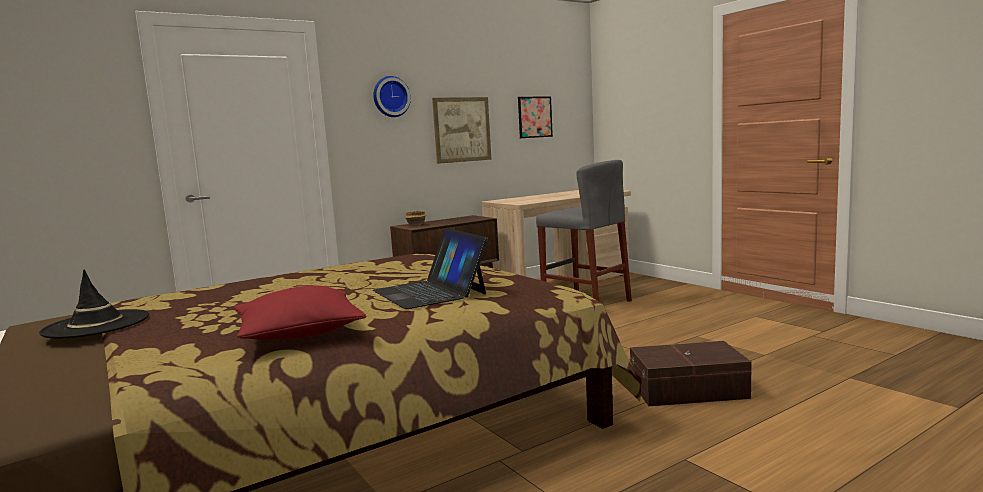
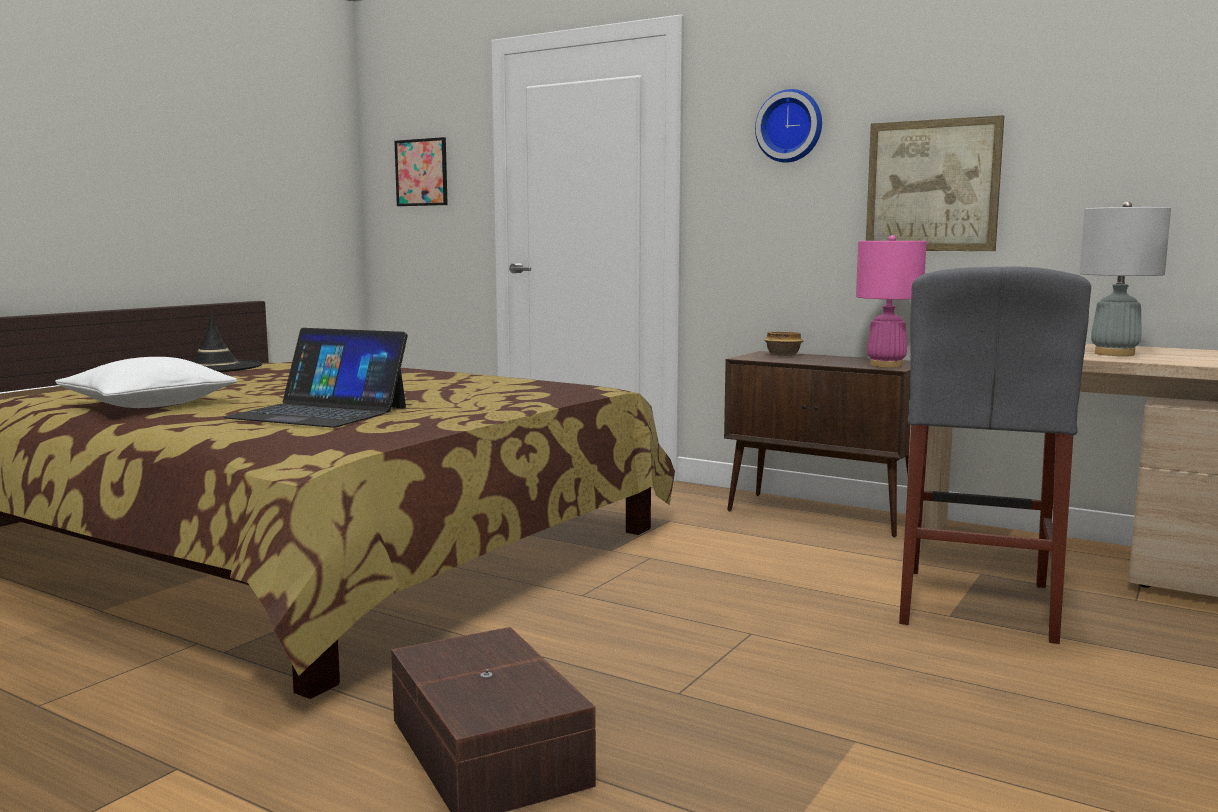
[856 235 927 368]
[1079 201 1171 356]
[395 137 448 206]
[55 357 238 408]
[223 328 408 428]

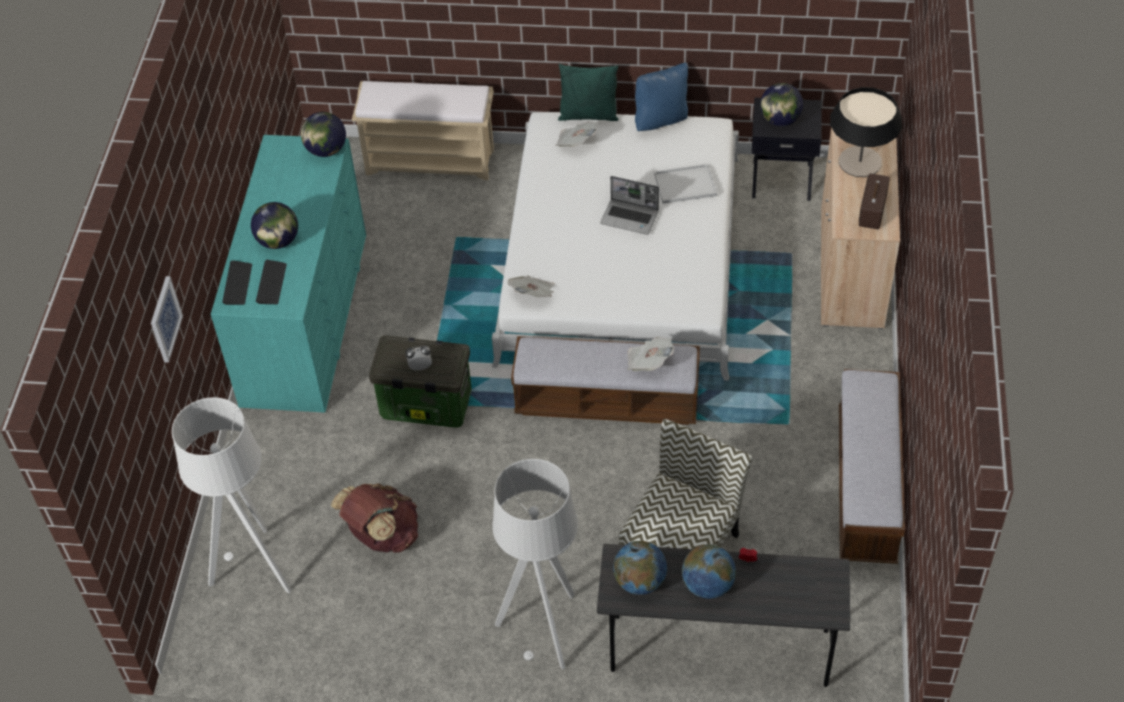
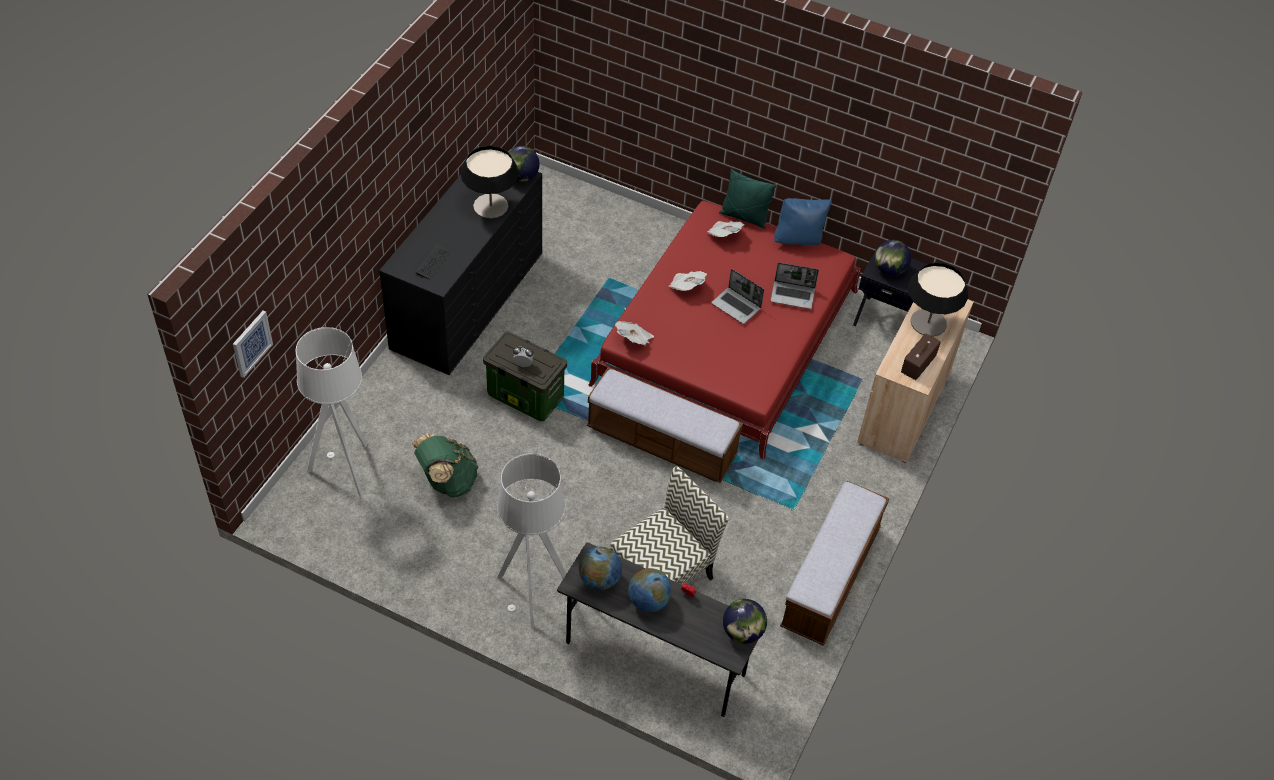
[222 260 252 305] (first image)
[352 81 494 180] (first image)
[460 146 519 219]
[233 310 273 378]
[723 599 767 644]
[668 271 707 291]
[770 262 819 309]
[379 172 542 375]
[412 434 479 498]
[588 201 861 460]

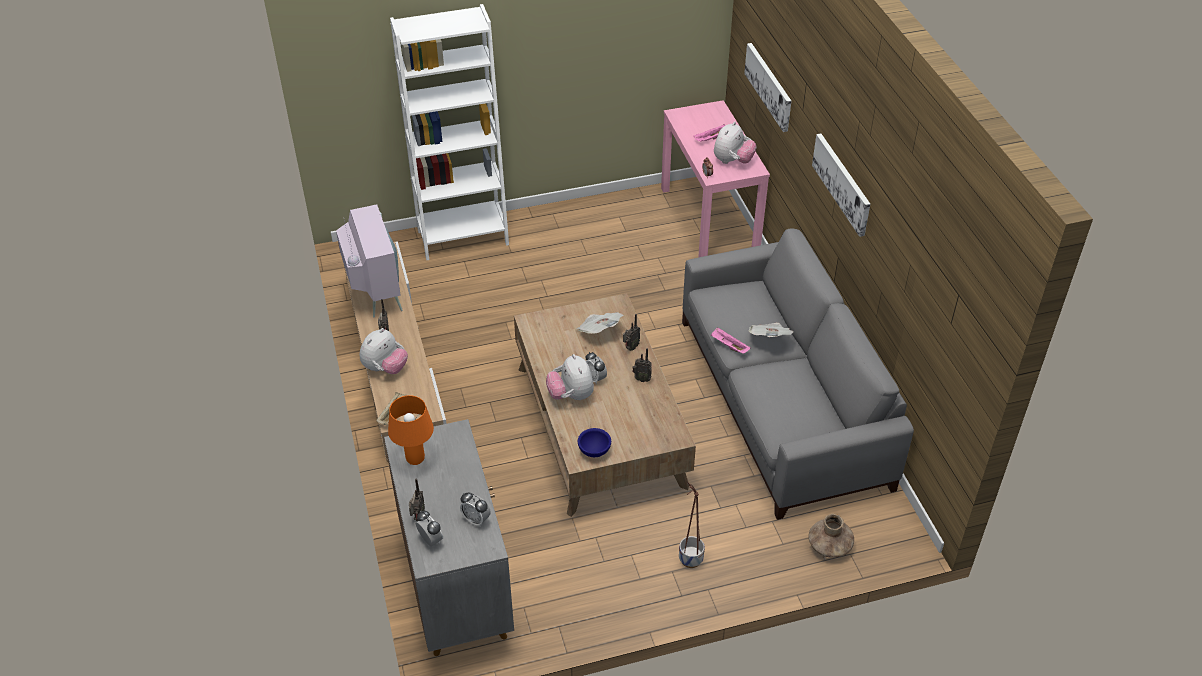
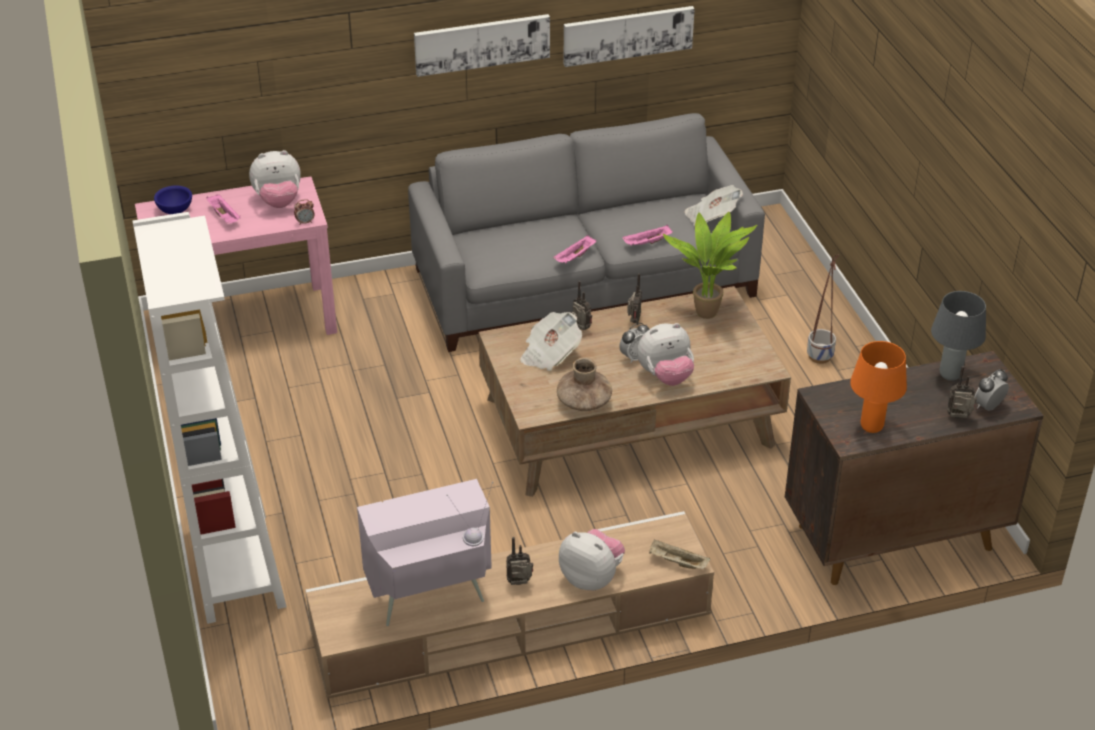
[622 225 673 246]
[663 212 757 319]
[154 186 192 214]
[564 6 695 67]
[684 185 743 226]
[557 357 612 411]
[931 291 986 381]
[785 351 1044 585]
[249 150 301 208]

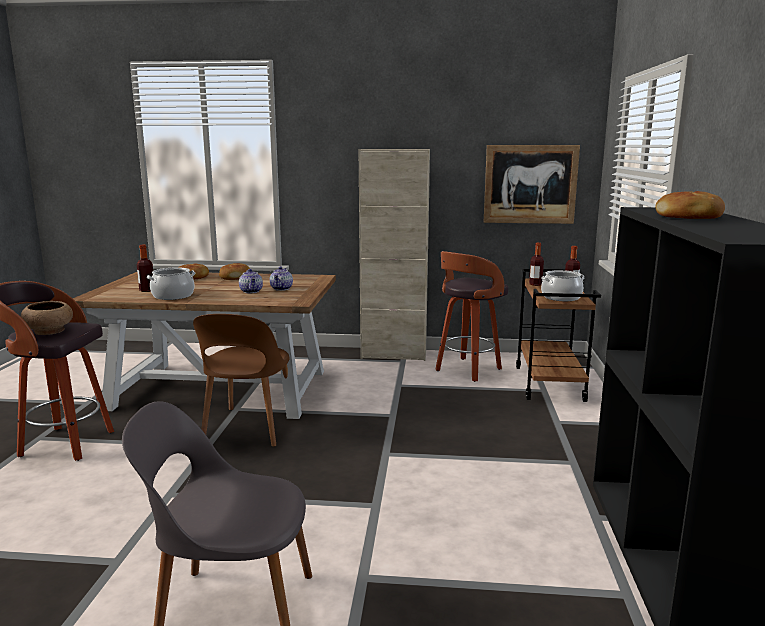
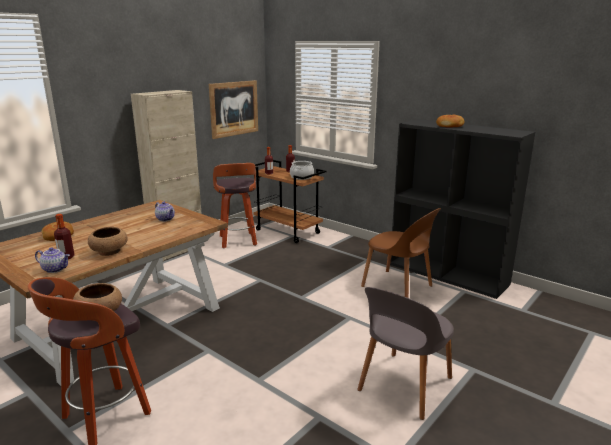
[219 263 250 280] (first image)
[361 208 441 298]
[35 247 70 273]
[88 227 127 256]

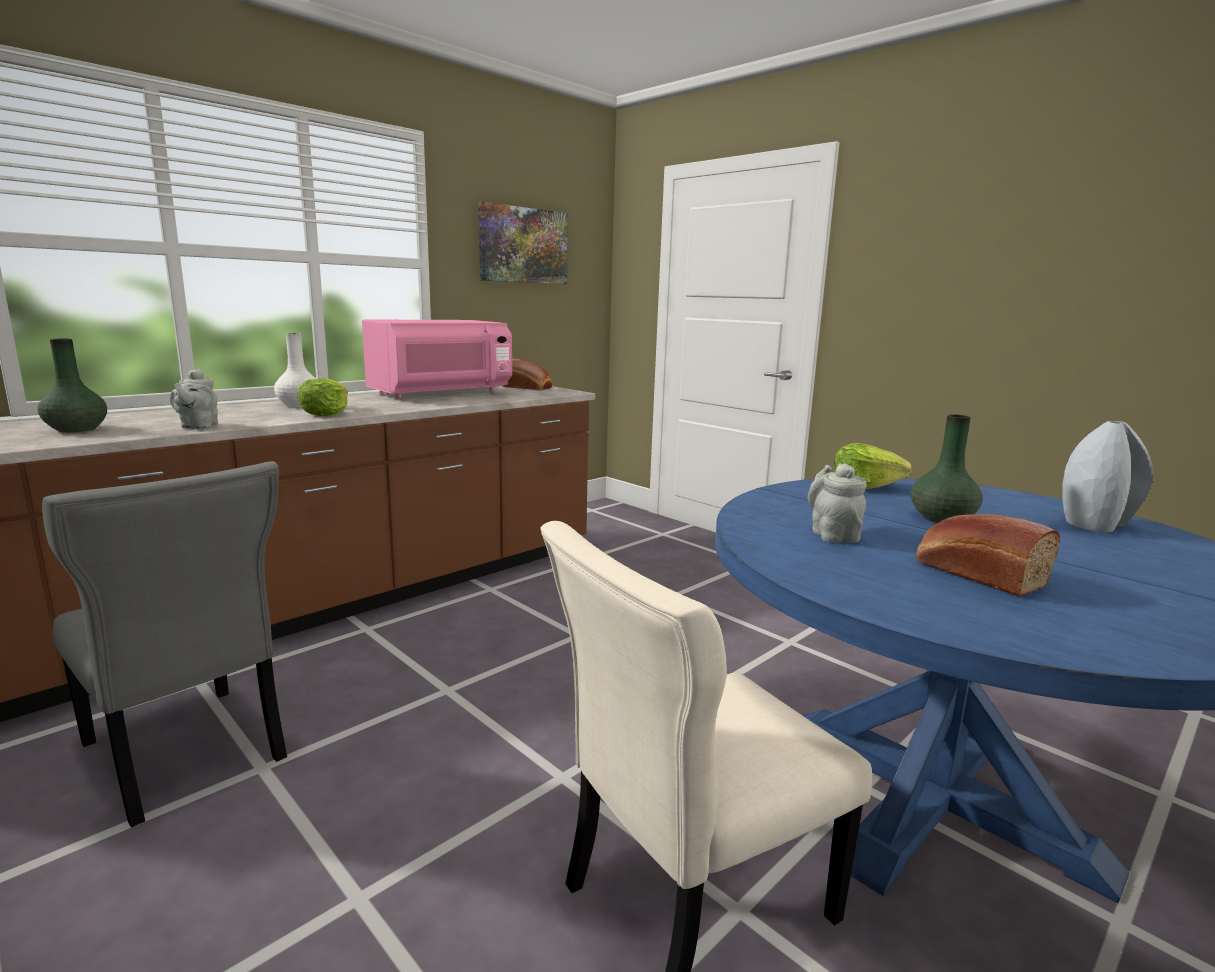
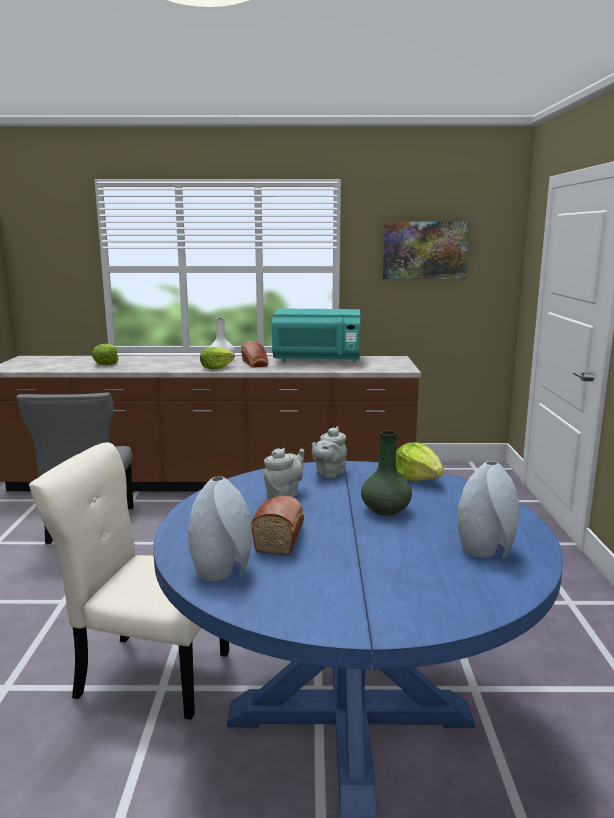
[188 476 252 581]
[312 426 347 479]
[241 341 268 368]
[92 344 119 365]
[272 308 361 362]

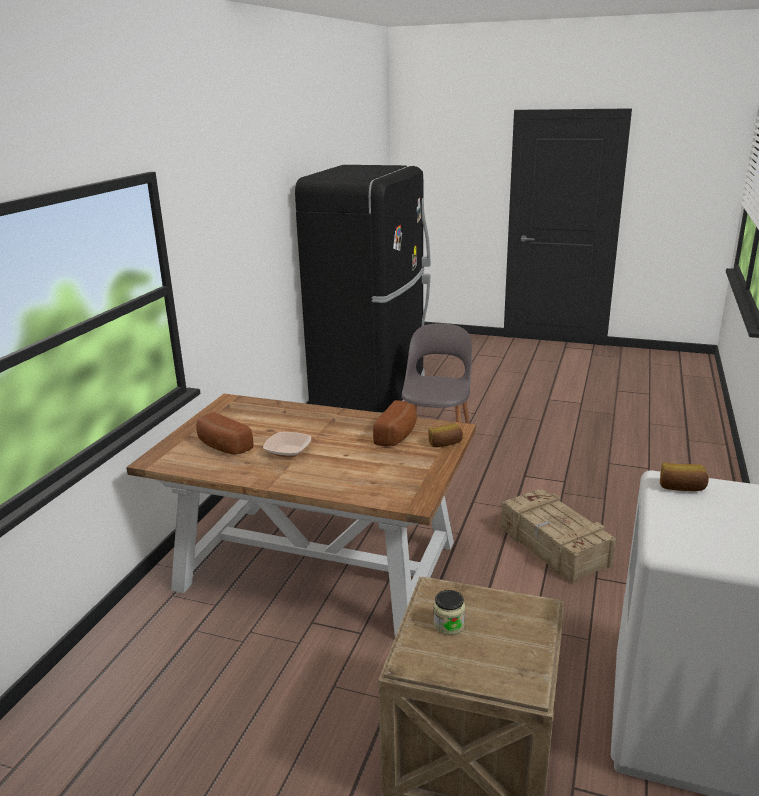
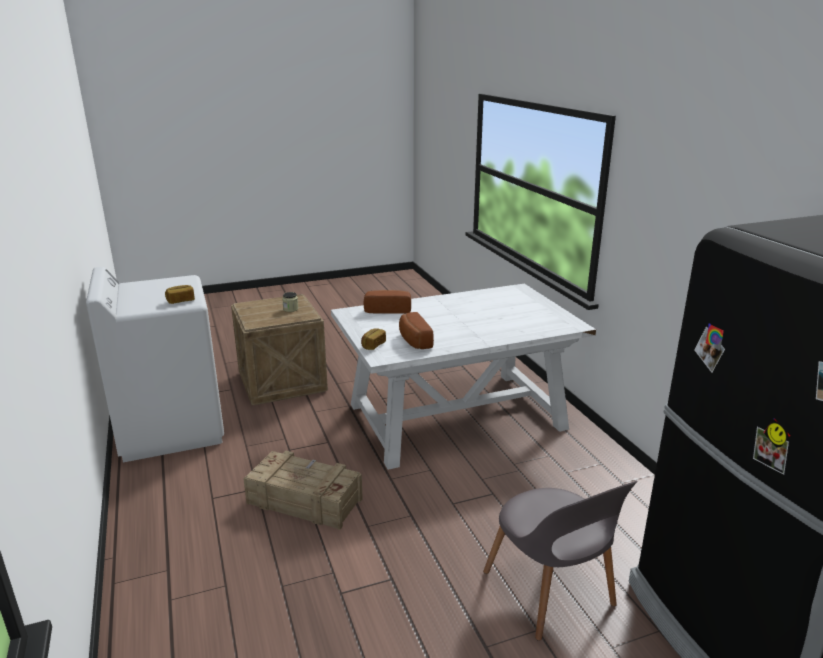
[263 432 311 458] (first image)
[364 290 411 314]
[331 284 596 470]

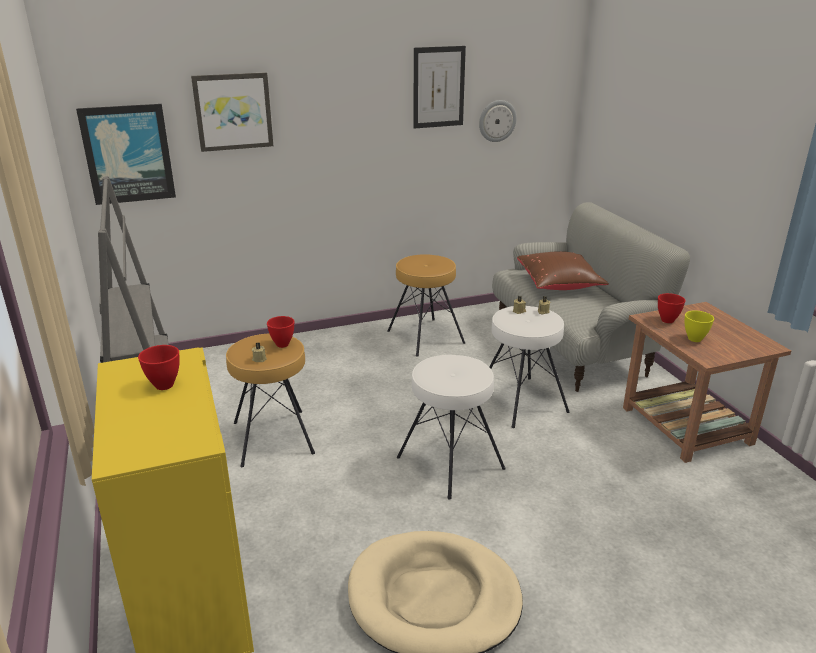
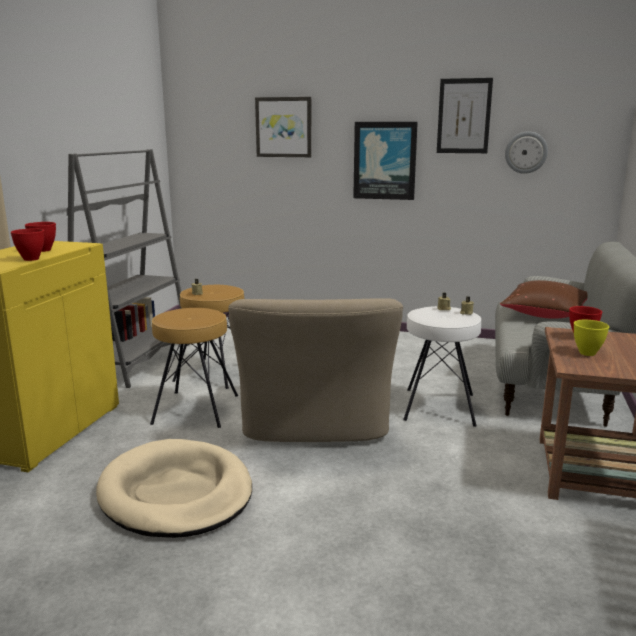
[353 122 418 200]
[11 228 44 261]
[150 308 238 428]
[228 298 403 442]

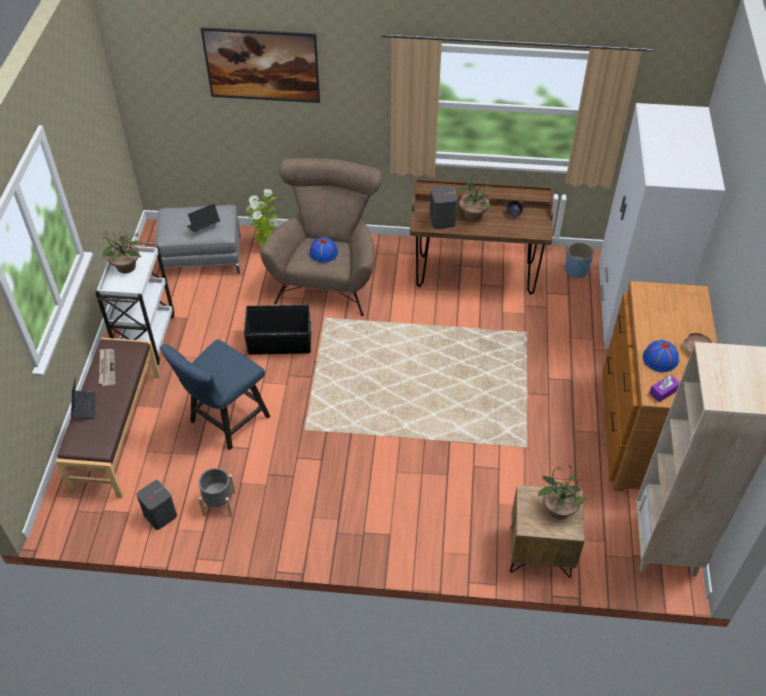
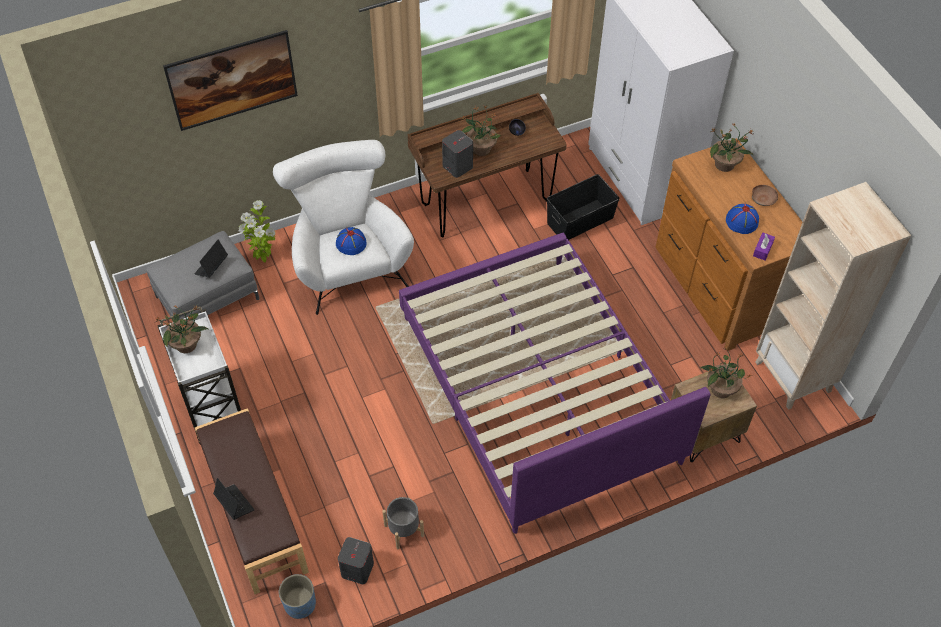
[99 349 115 386] (first image)
[160 339 270 450] (first image)
[399 233 711 534]
[710 123 753 172]
[547 174 620 240]
[279 574 316 619]
[273 140 414 315]

